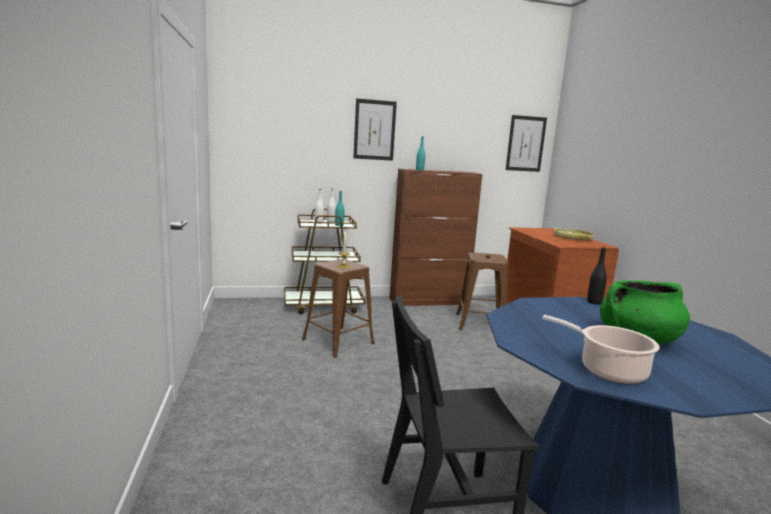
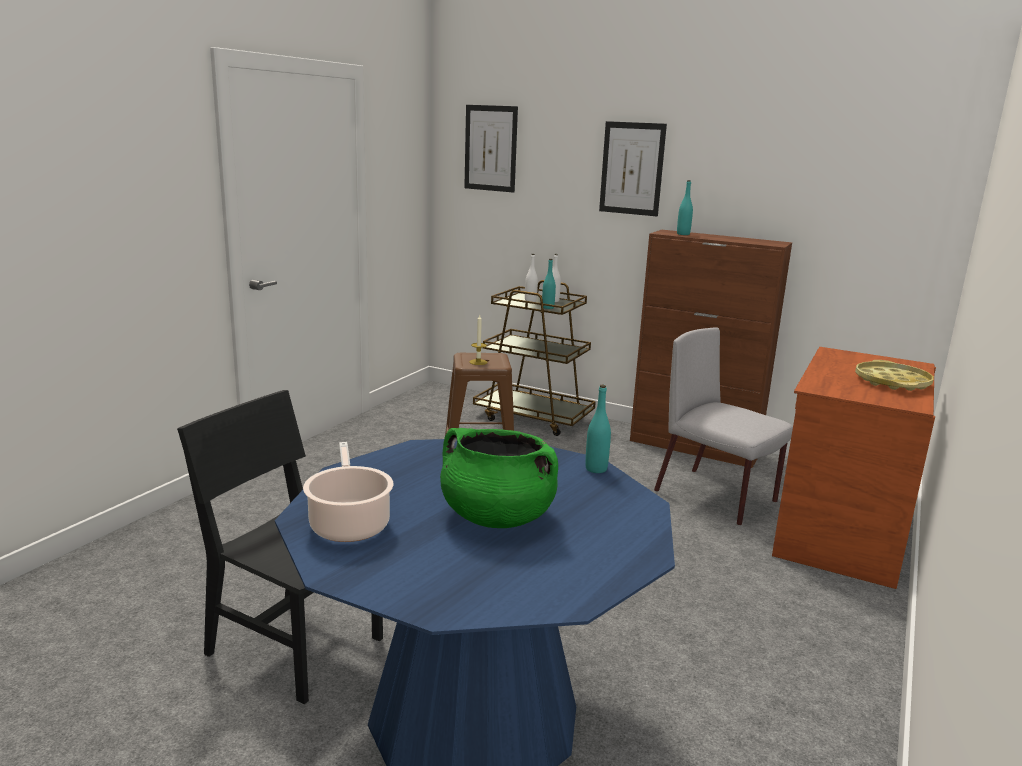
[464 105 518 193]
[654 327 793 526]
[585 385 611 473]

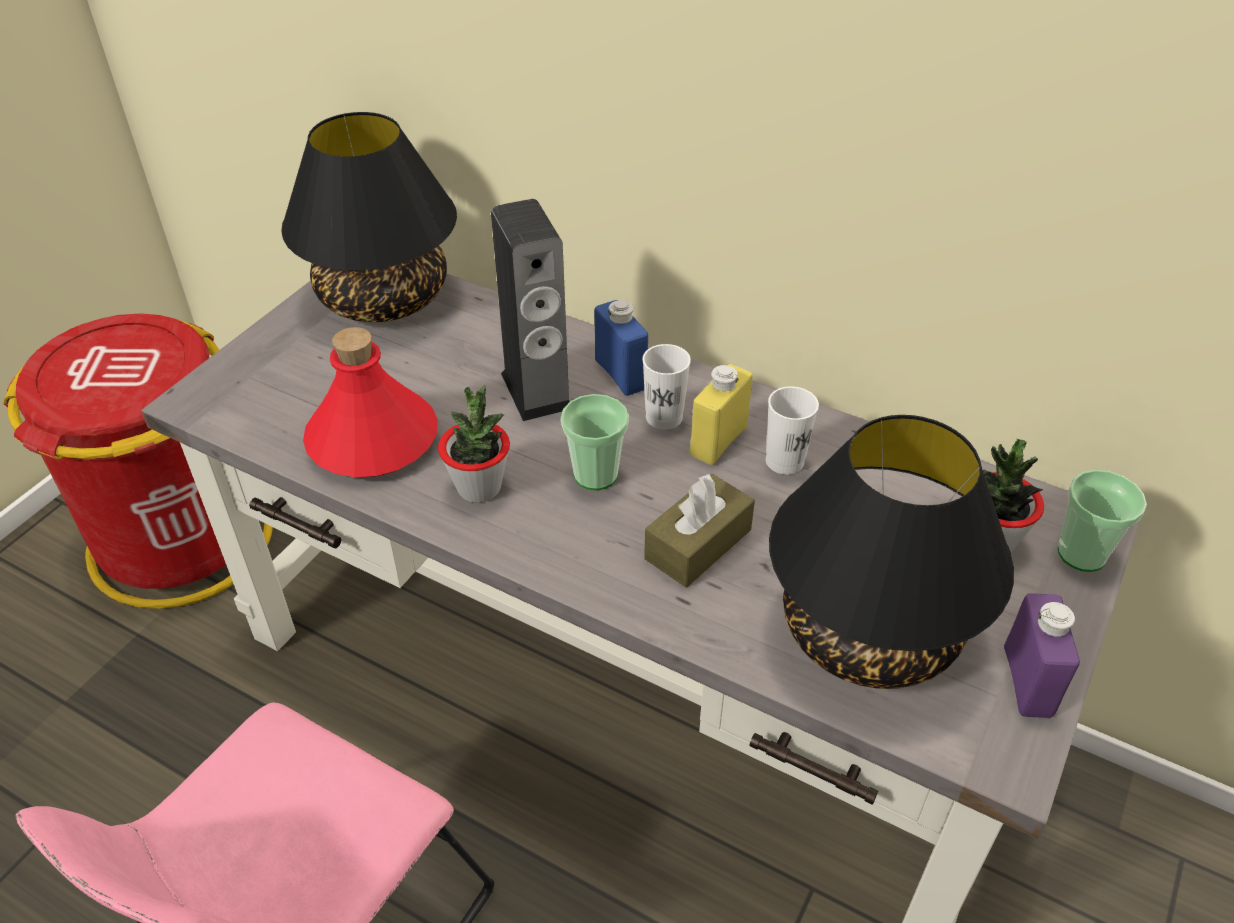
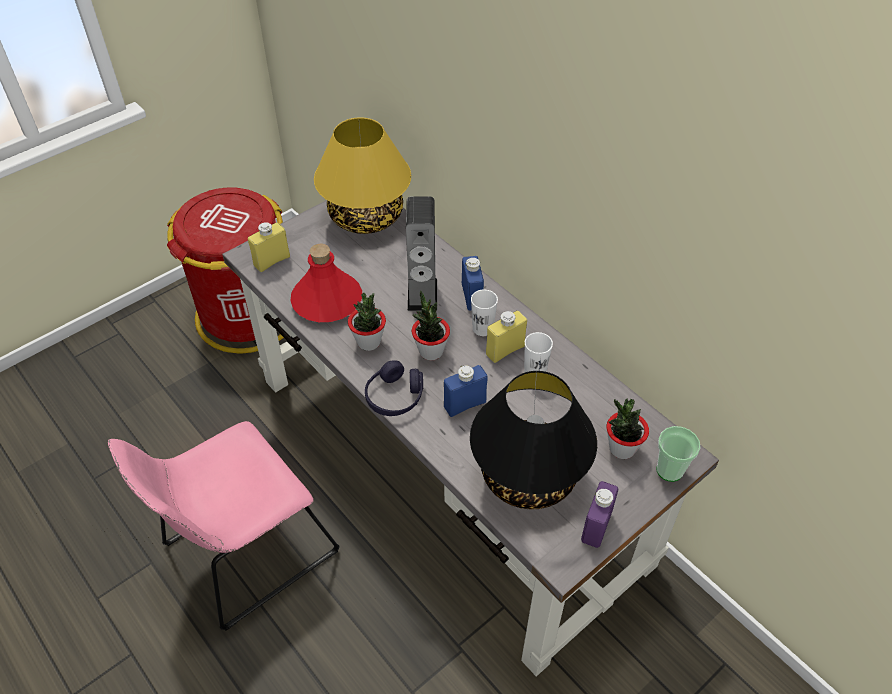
[248 222 290 272]
[365 360 423 416]
[412 290 450 360]
[444 365 488 417]
[314 117 411 234]

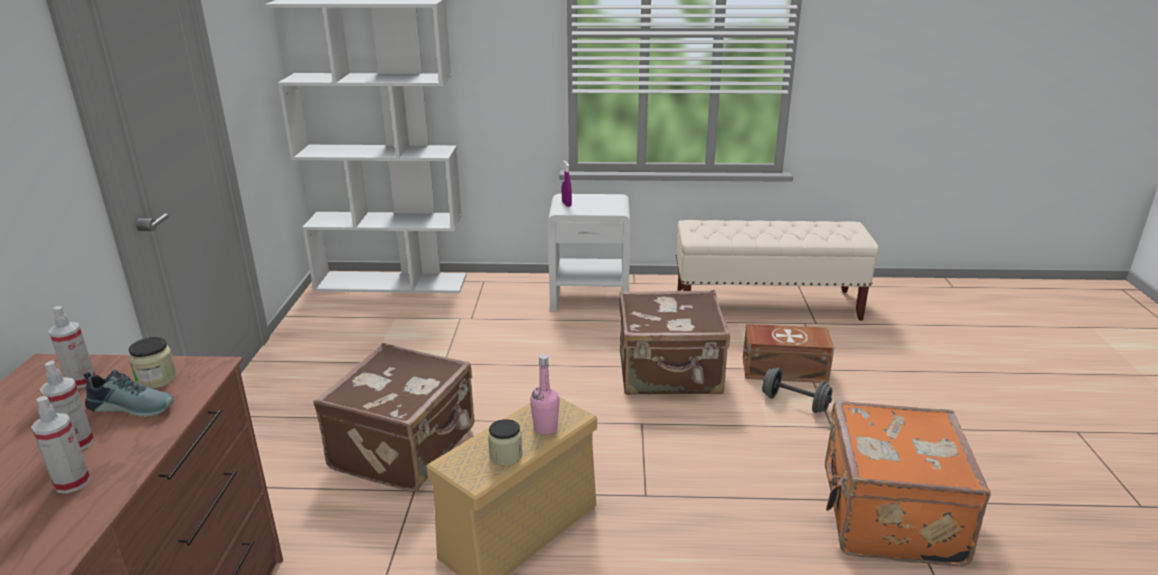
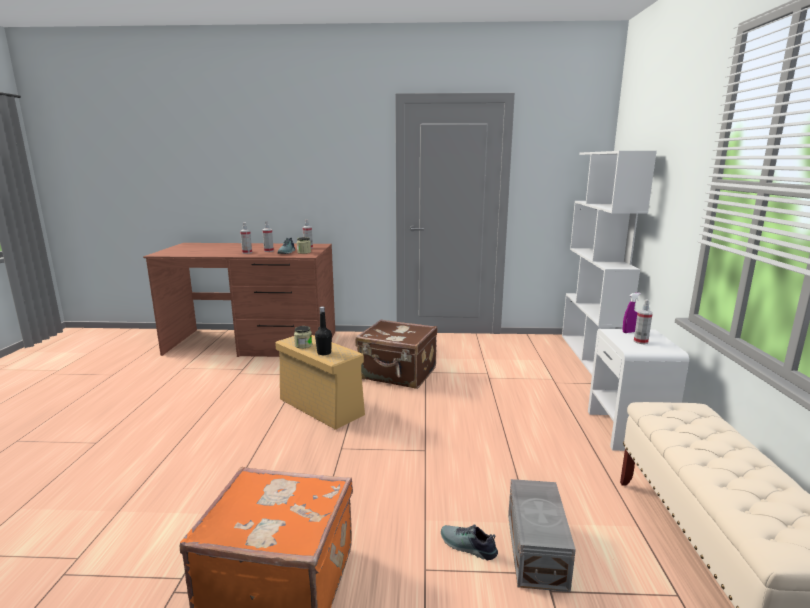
[619 290 730 395] (first image)
[634 300 653 344]
[441 524 498 560]
[315 306 332 355]
[508 479 576 592]

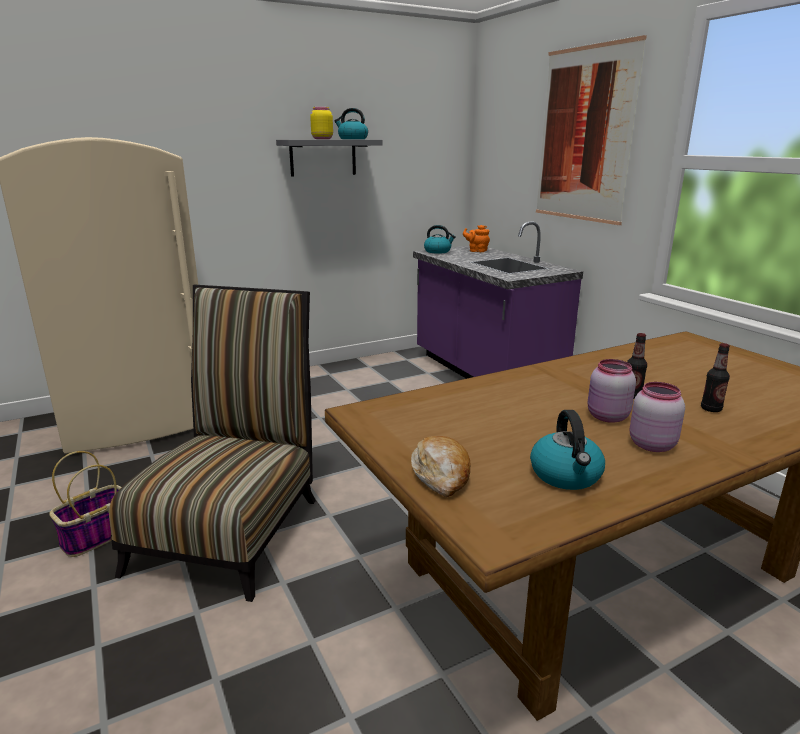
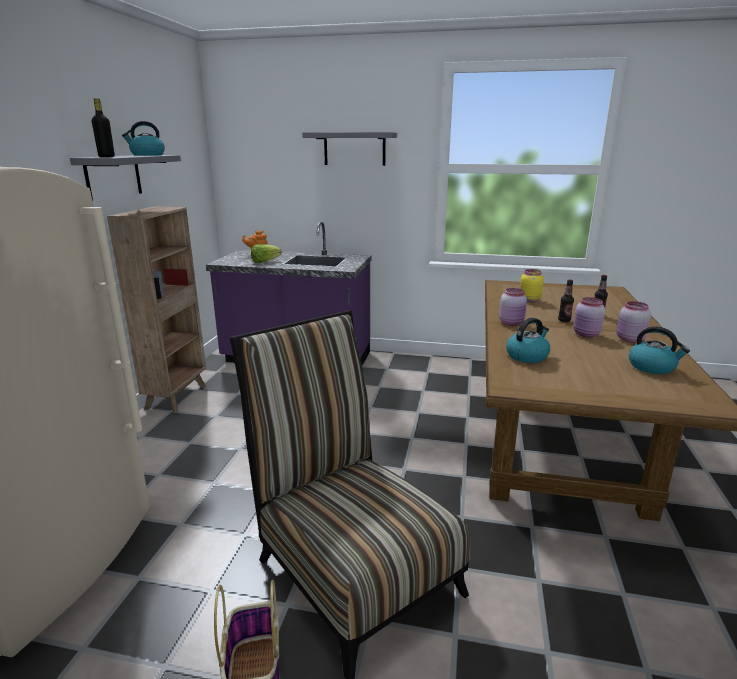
[411 436 471 497] (first image)
[92 98 115 157]
[107 206 206 413]
[251 244 282 263]
[499 288 527 326]
[519 269 544 302]
[506 318 550 363]
[302 132 397 166]

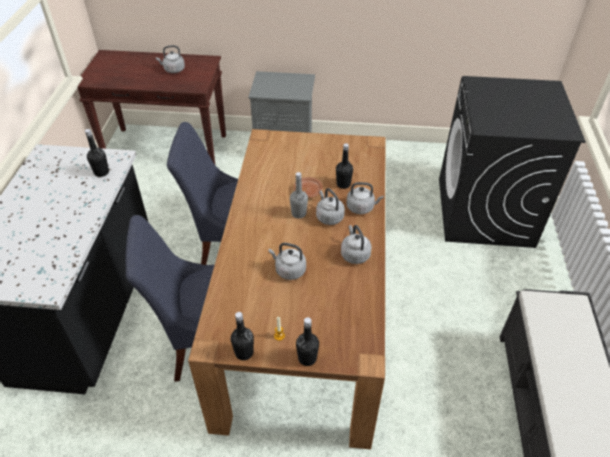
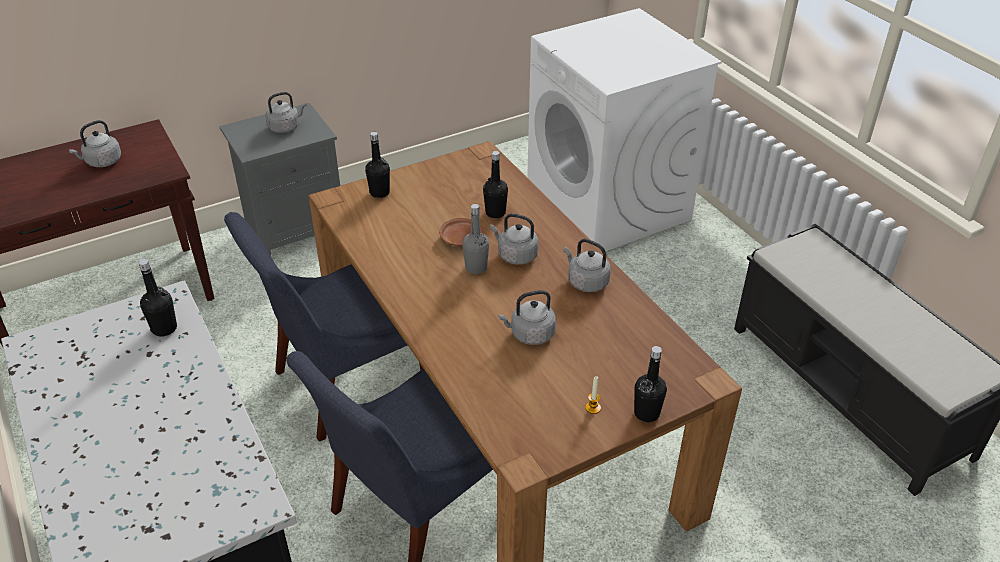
[365 132 390 198]
[265 92 306 133]
[527 8 722 251]

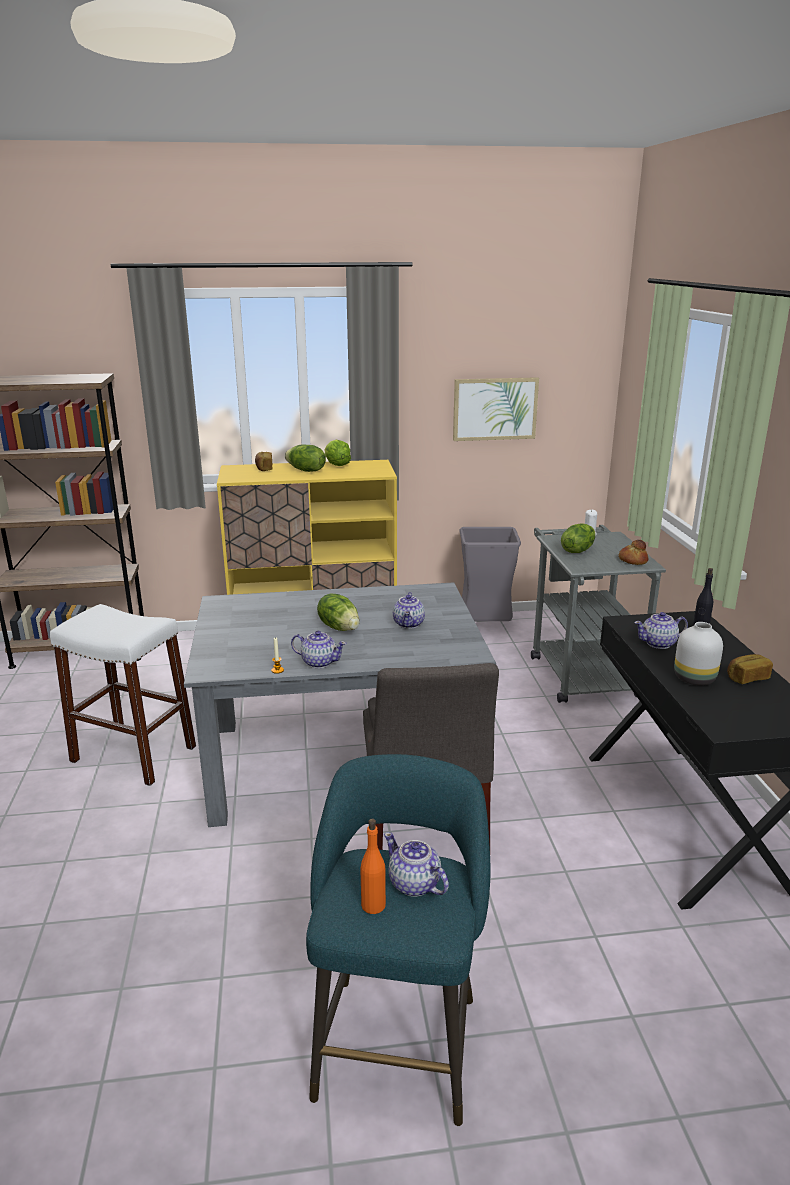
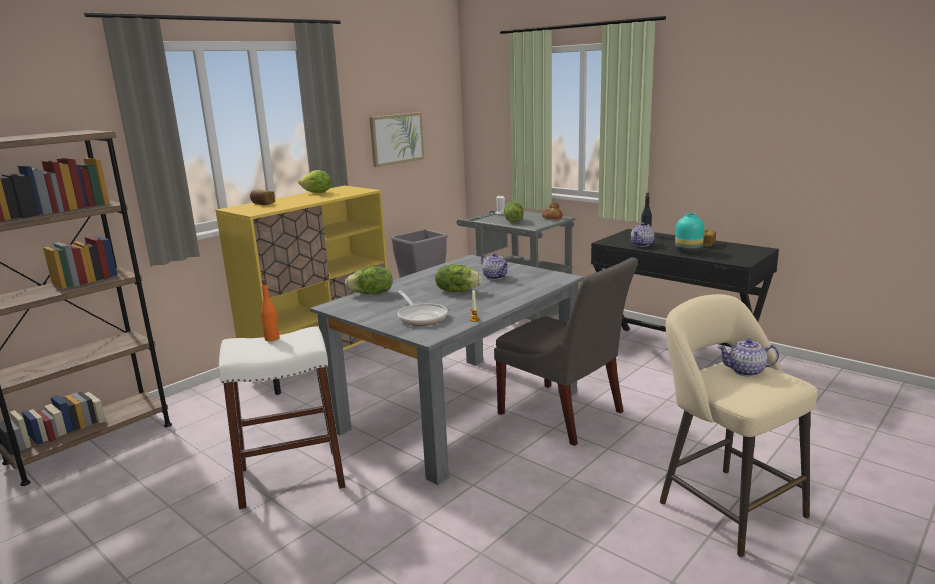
[291 631 347 668] (first image)
[398 291 448 326]
[345 266 393 294]
[261 279 280 341]
[660 294 817 558]
[675 213 704 253]

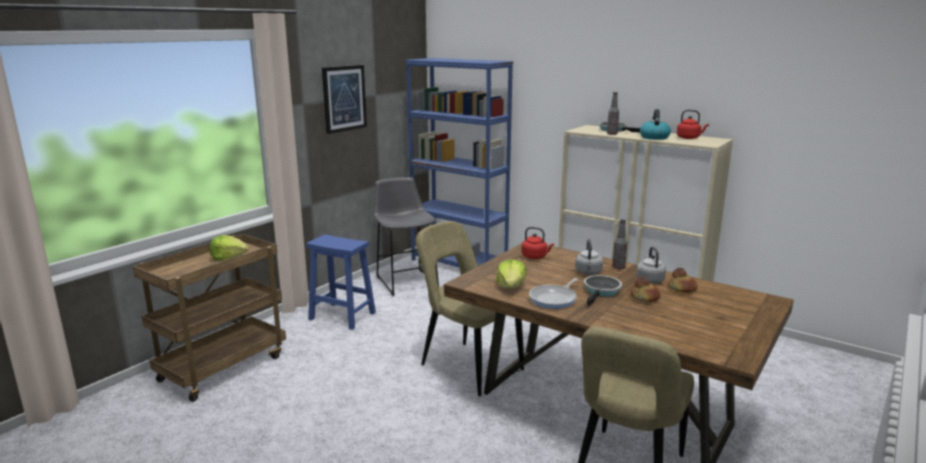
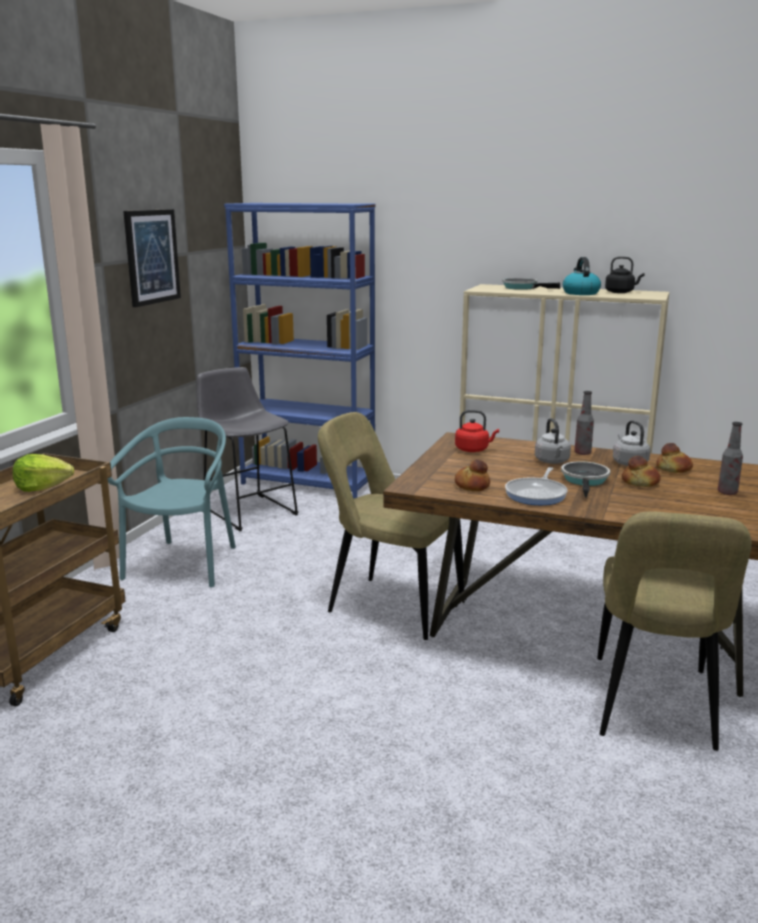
[718 422 743 495]
[108 417 236 588]
[455 459 490 491]
[605 256 645 293]

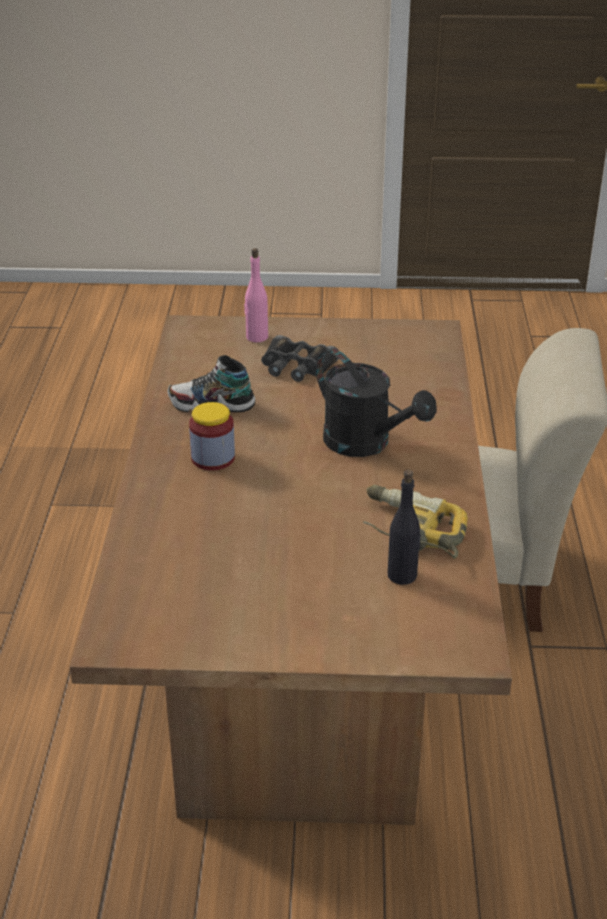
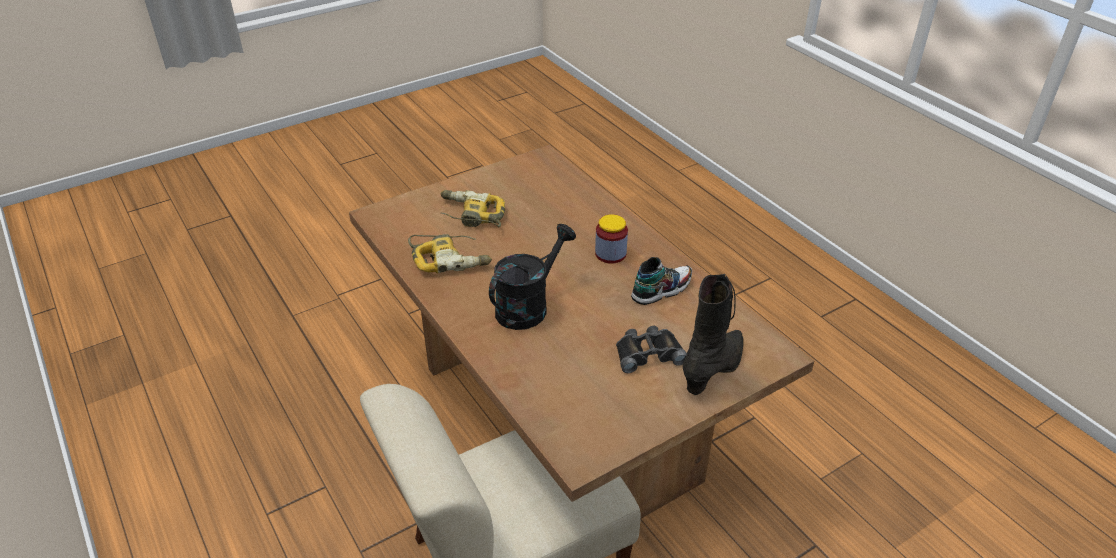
[388 470 421 585] (first image)
[440 190 505 227]
[683 274 744 395]
[489 224 576 330]

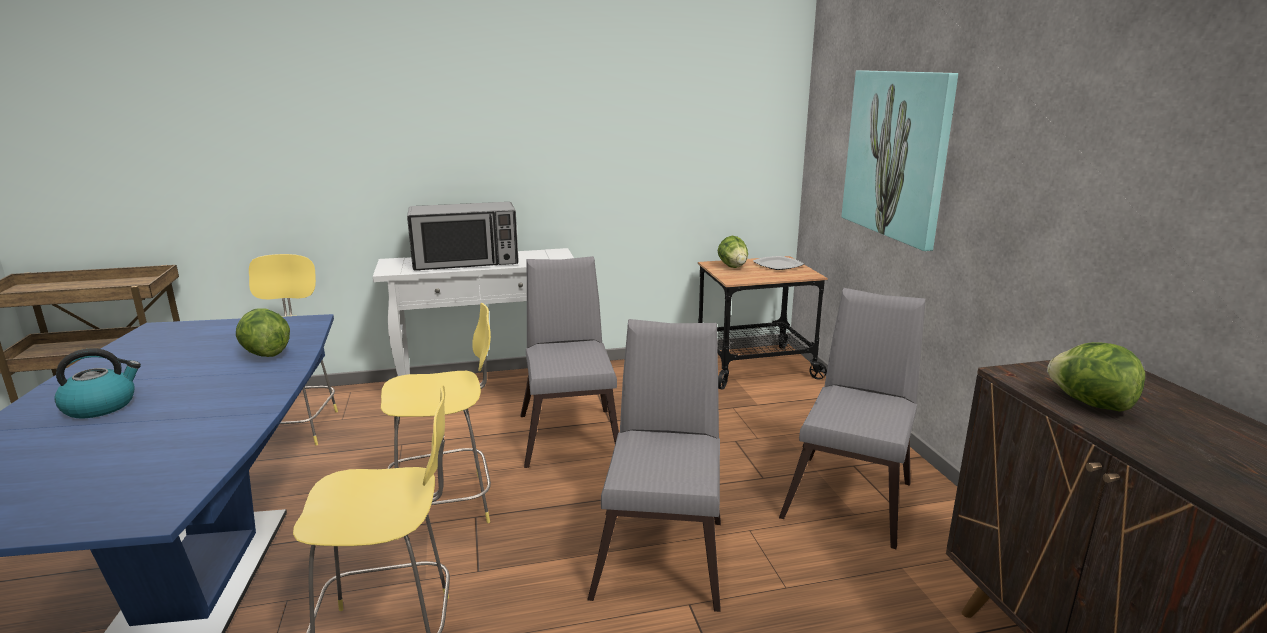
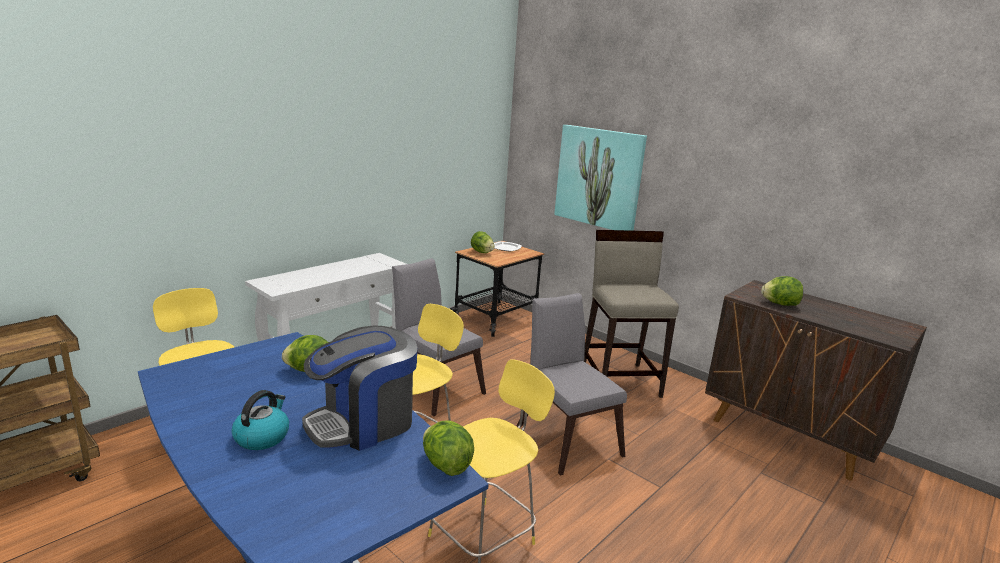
[407 202 519 271] (first image)
[302 325 417 451]
[423 420 474 476]
[584 230 679 398]

